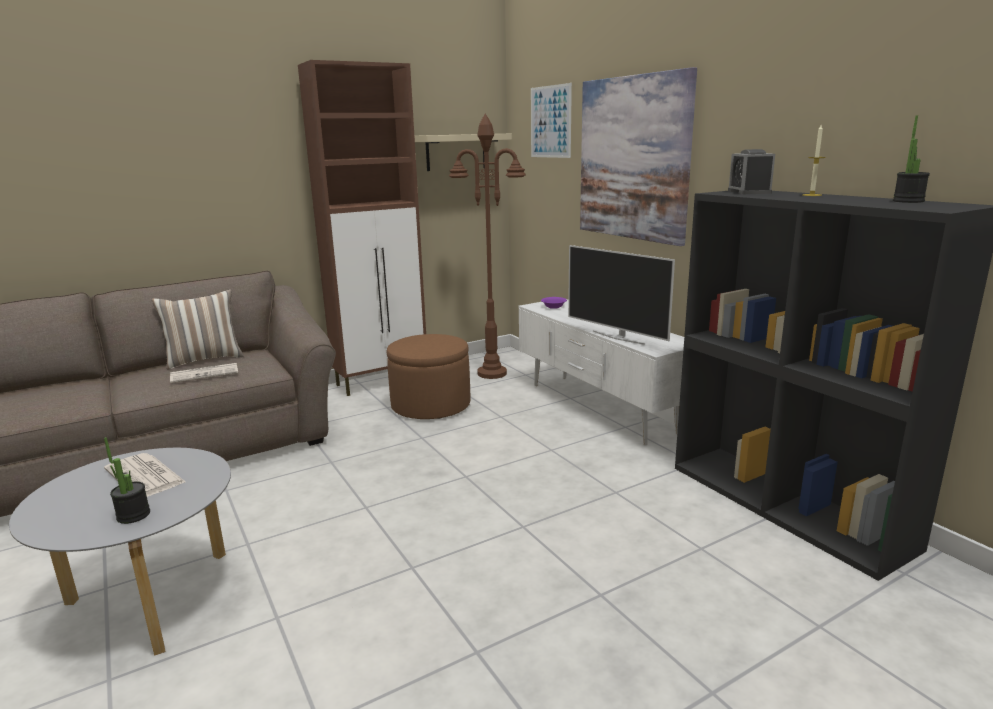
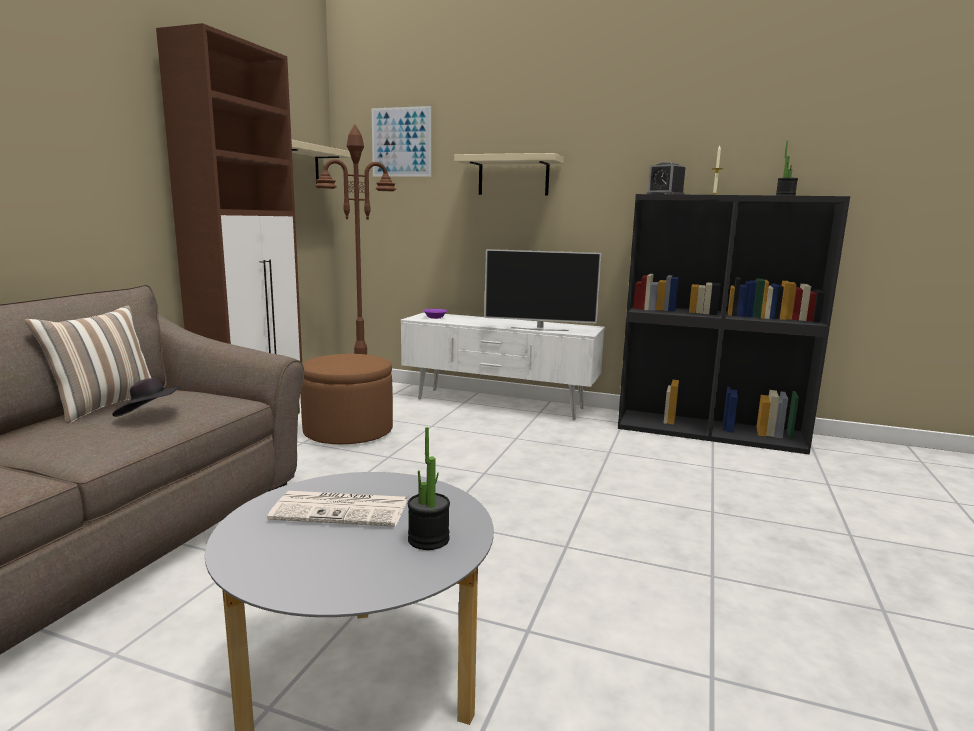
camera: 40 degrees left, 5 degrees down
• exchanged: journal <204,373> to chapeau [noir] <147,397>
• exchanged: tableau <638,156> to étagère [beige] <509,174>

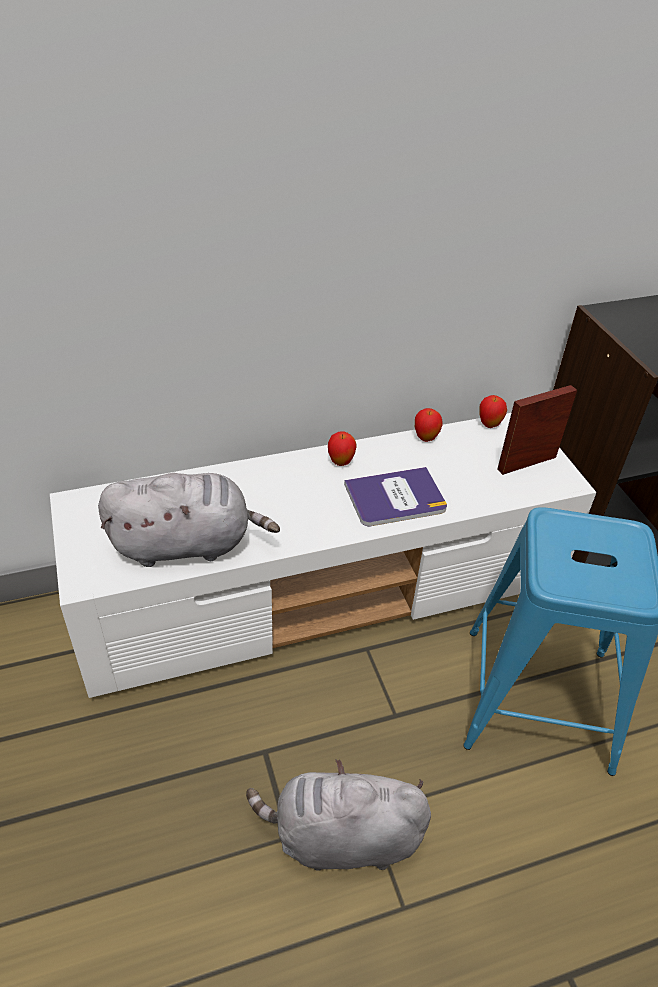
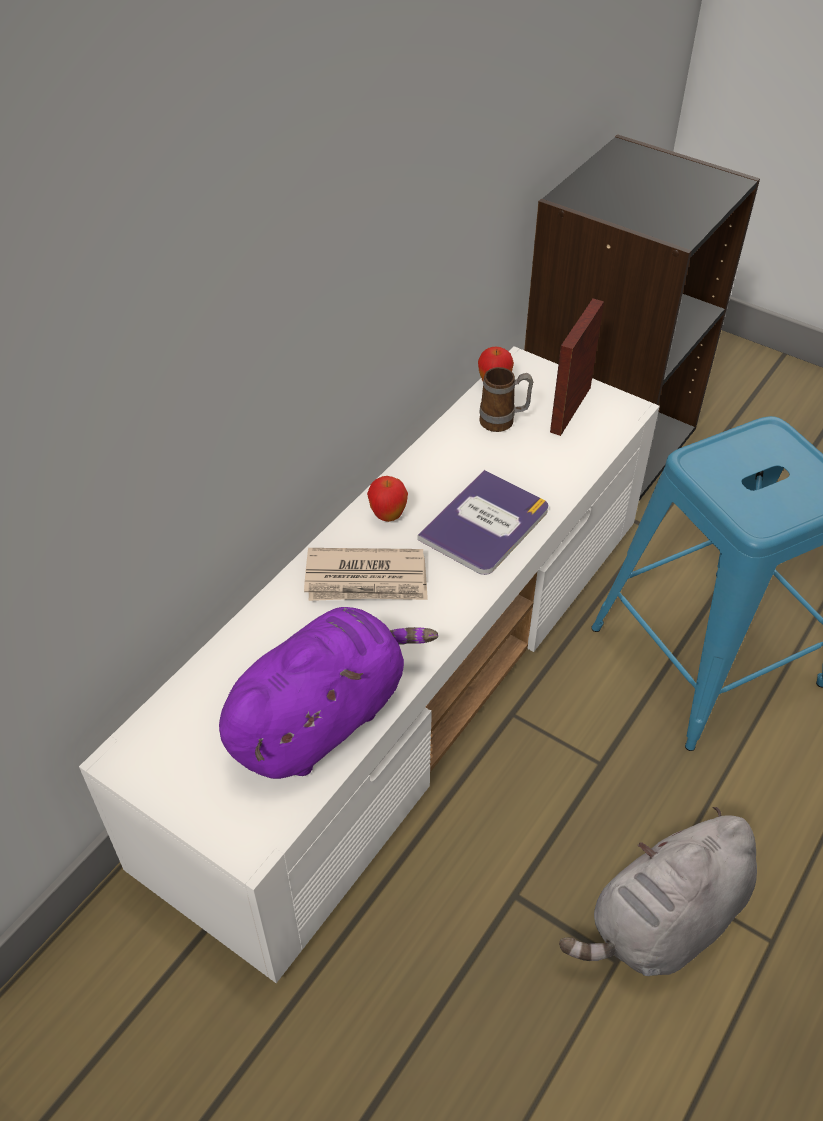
camera: 35 degrees left, 5 degrees up
• colour: peluche [gris] <189,520> to peluche [violet] <328,693>
• appeared: journal <366,574>
• appeared: mug <506,399>
• missing: pomme <429,425>

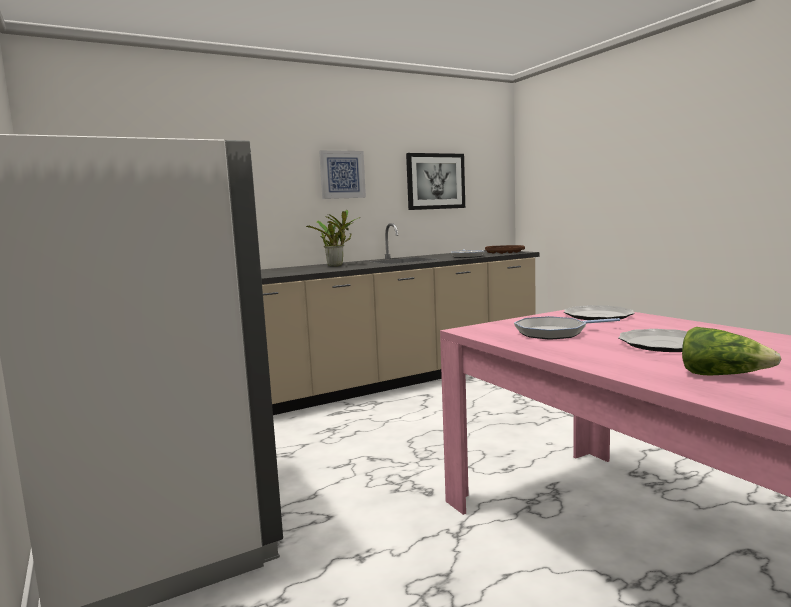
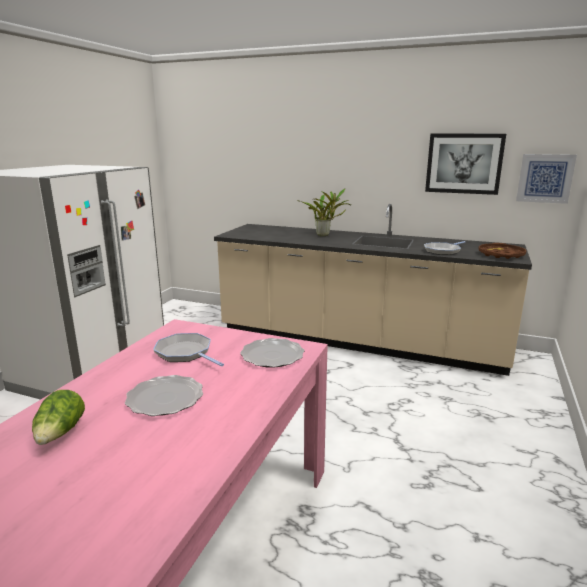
camera: 50 degrees right, 10 degrees up
• relocated: tableau <342,174> to <546,179>

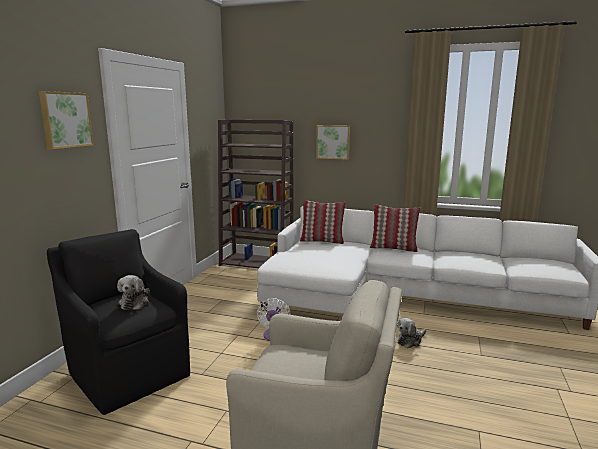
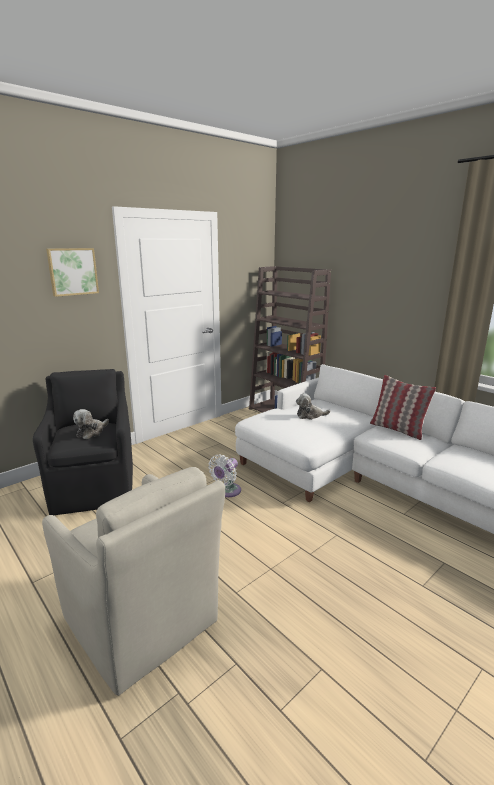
camera: 30 degrees right, 5 degrees up
• relocated: peluche <411,333> to <313,406>
• missing: coussin <323,222>
• missing: tableau <333,142>

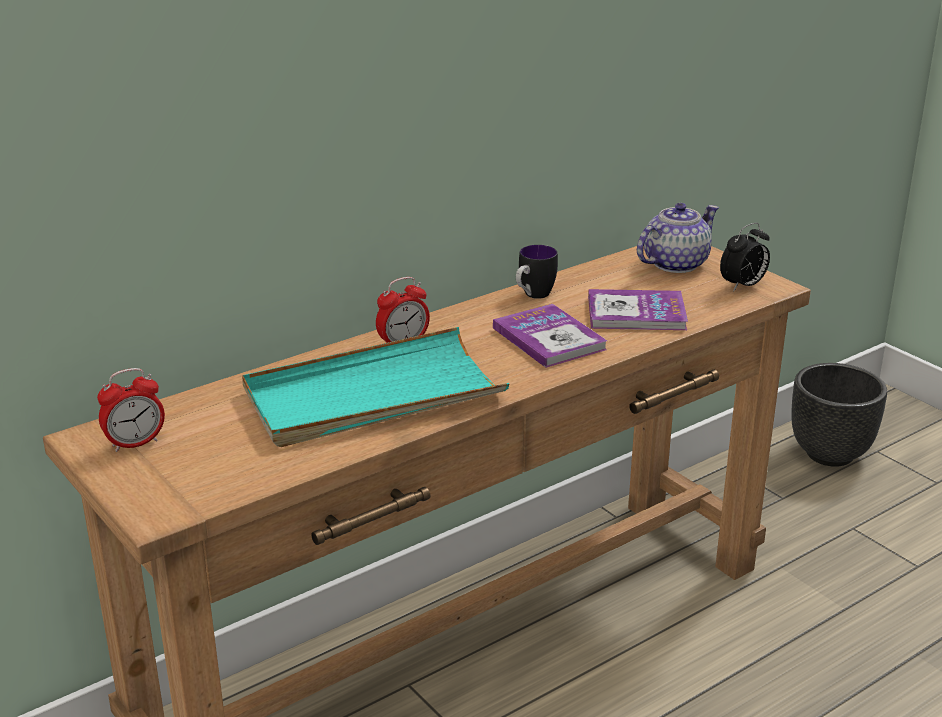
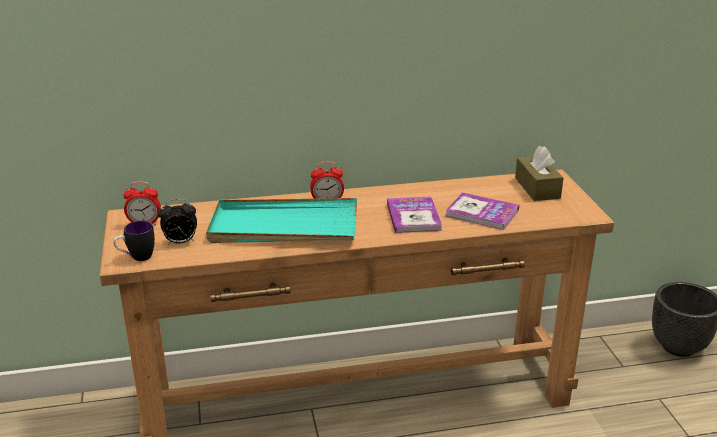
camera: 25 degrees right, 0 degrees up
• relocated: mug <537,272> to <134,241>
• relocated: réveil <745,257> to <177,222>
• exchanged: théière <678,238> to boîte à mouchoirs [marron] <539,173>

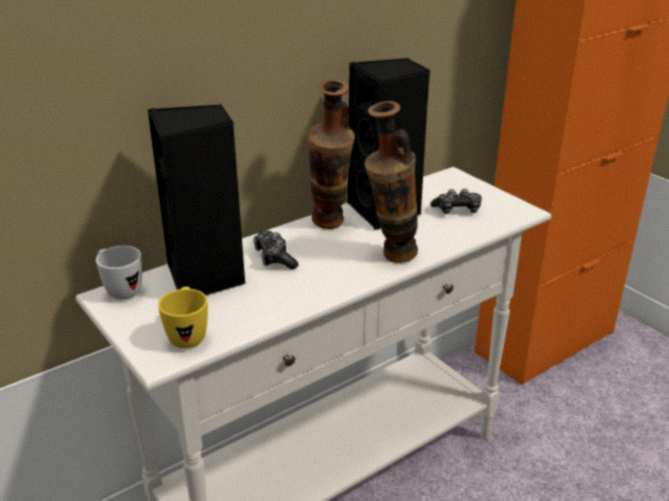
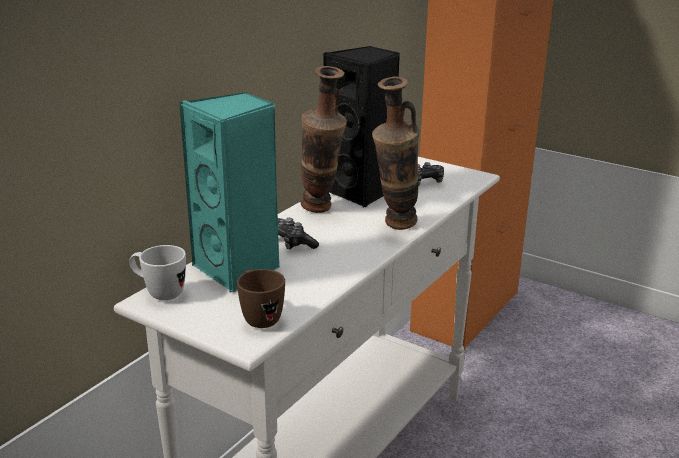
camera: 20 degrees left, 5 degrees down
• colour: enceinte [noir] <196,200> to enceinte [turquoise] <229,192>
• colour: mug [jaune] <183,318> to mug [marron] <261,298>

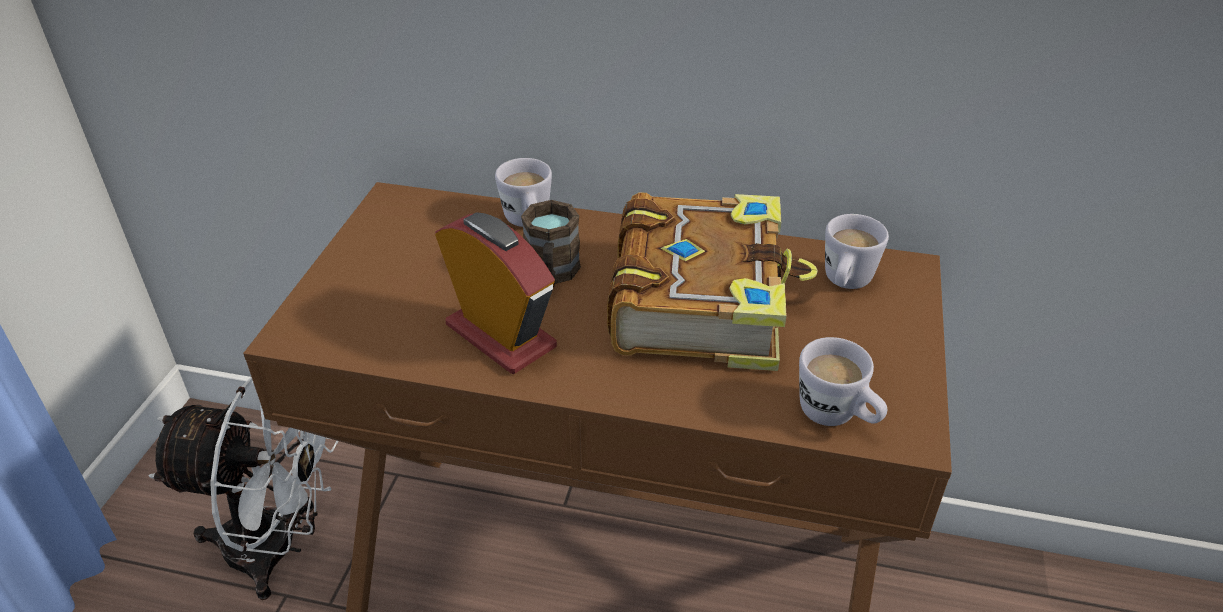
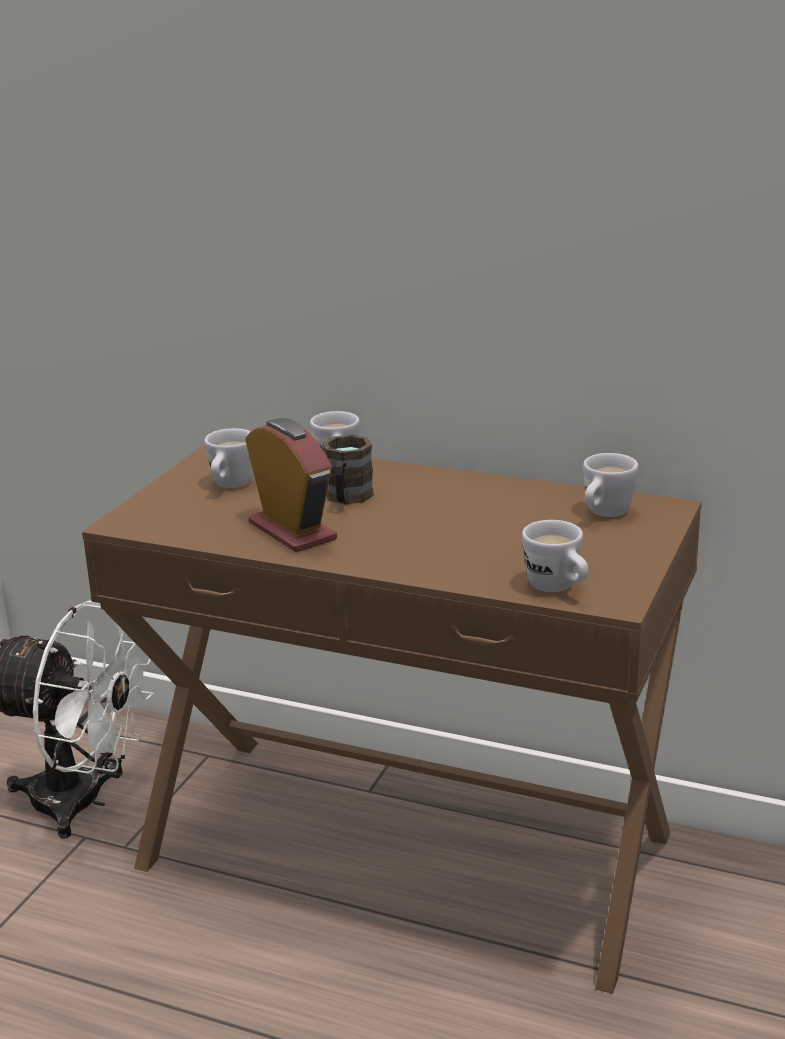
camera: 10 degrees right, 15 degrees down
• appeared: mug [blanc] <228,458>
• missing: livre <712,281>

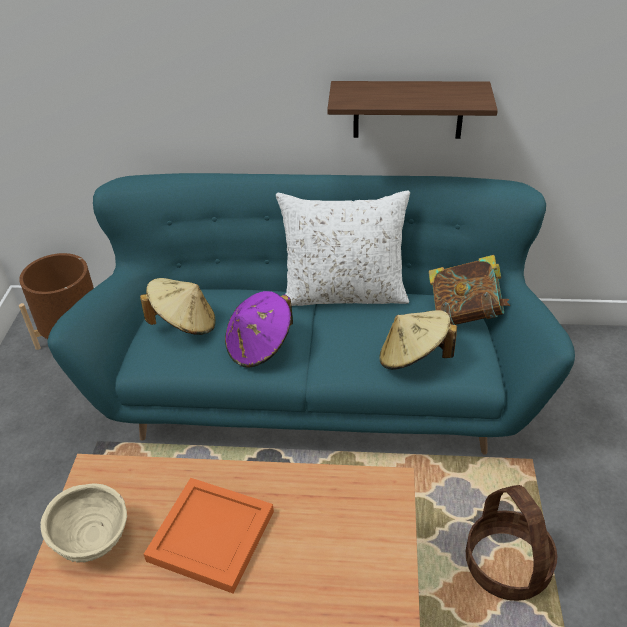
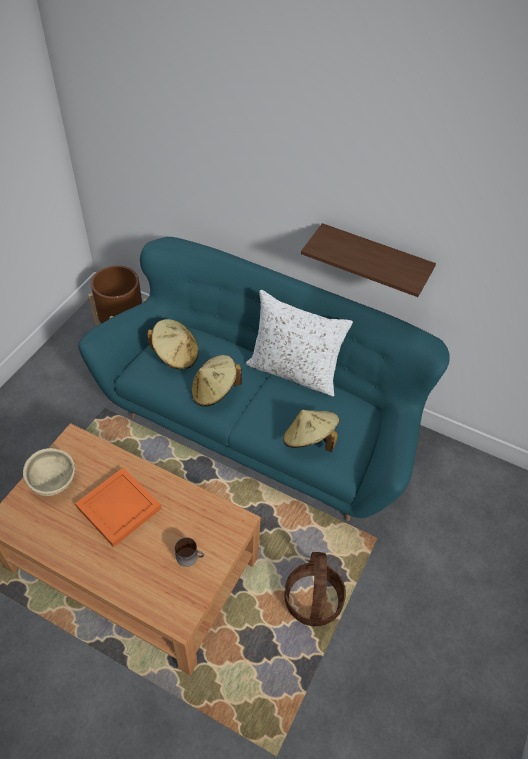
camera: 20 degrees right, 10 degrees up
• appeared: mug <189,552>
• colour: chapeau [violet] <259,329> to chapeau [beige] <216,381>
• missing: livre <470,290>

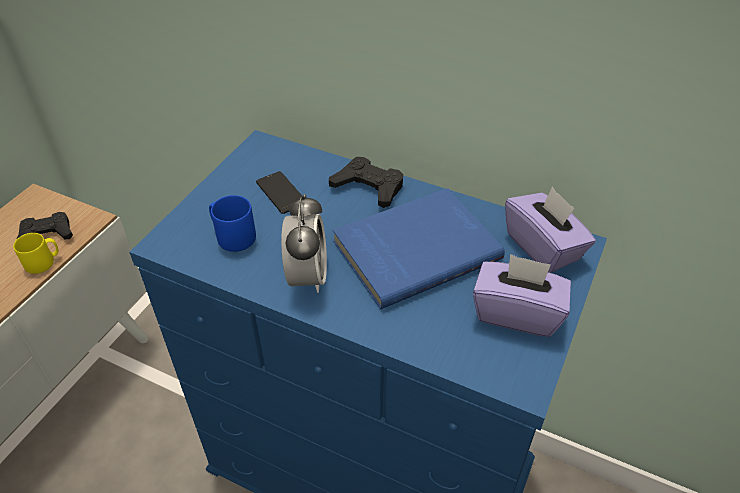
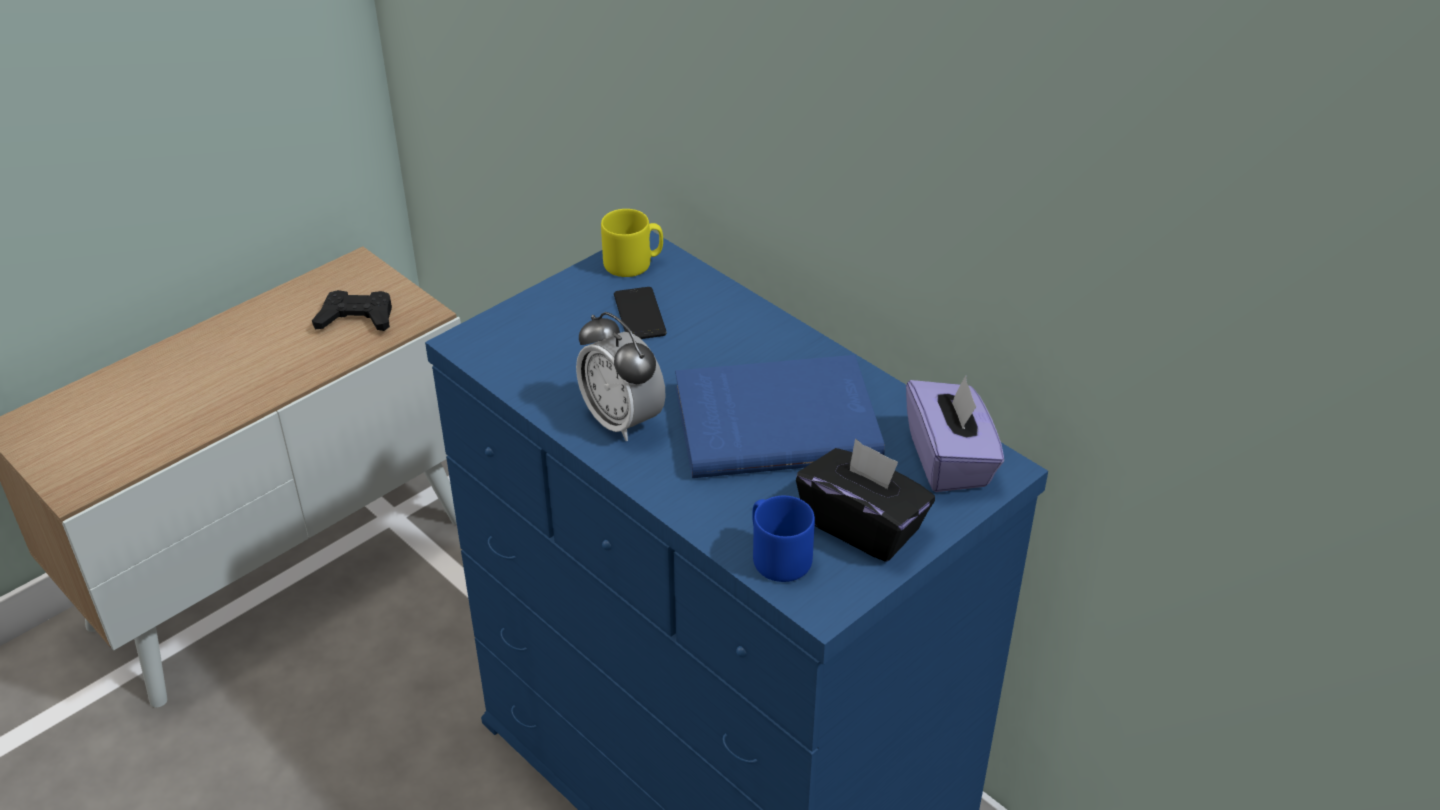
camera: 20 degrees right, 5 degrees down
• spun: réveil <304,243> = <621,376> 120 degrees clockwise
• relocated: mug [jaune] <36,253> to <632,243>
• relocated: mug [bleu] <232,223> to <783,539>
• colour: boîte à mouchoirs [violet] <522,295> to boîte à mouchoirs [noir] <865,500>
• missing: manette [noir] <366,182>

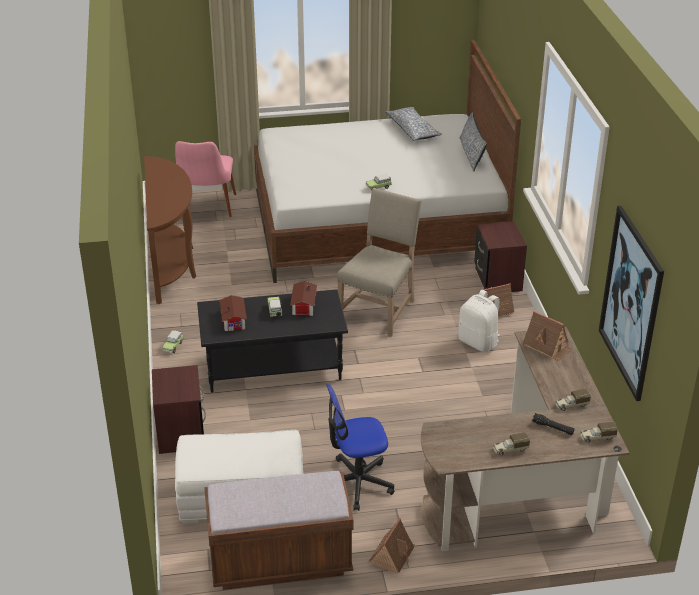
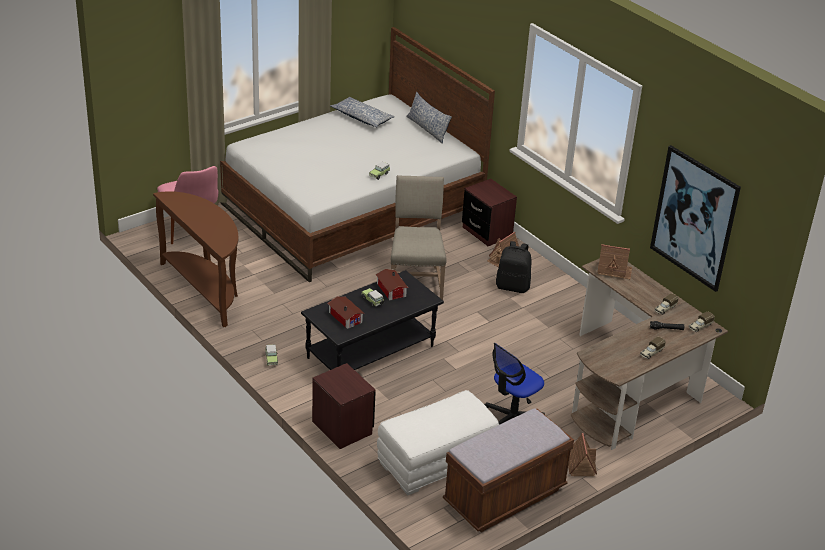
camera: 30 degrees left, 0 degrees up
• colour: sac à dos [blanc] <479,321> to sac à dos [noir] <513,267>

